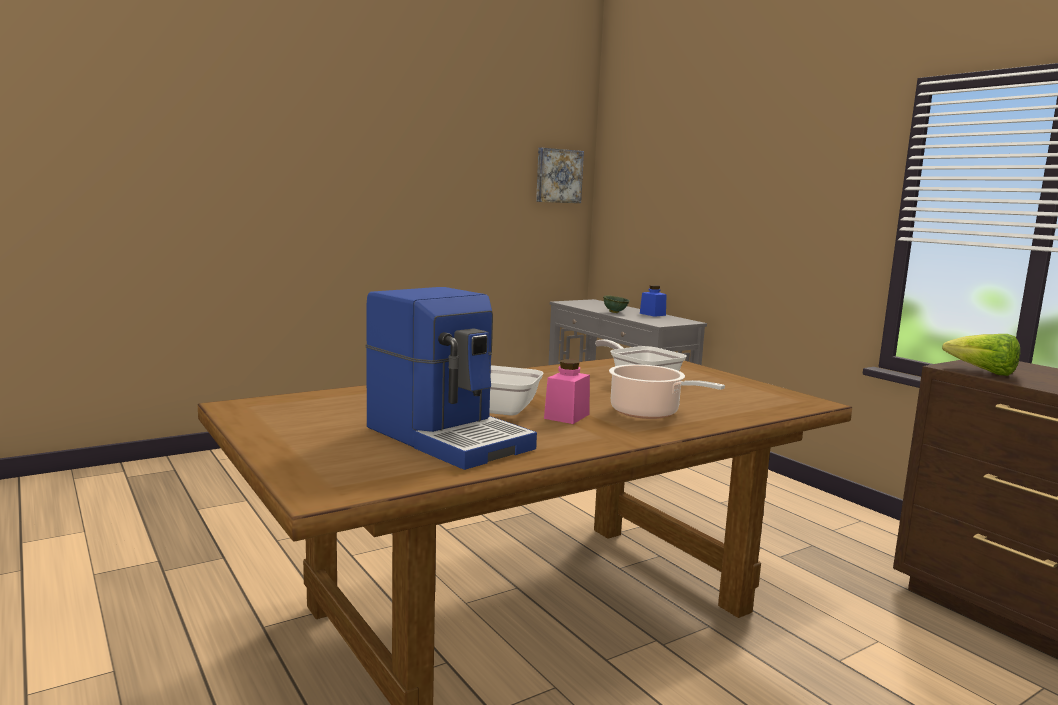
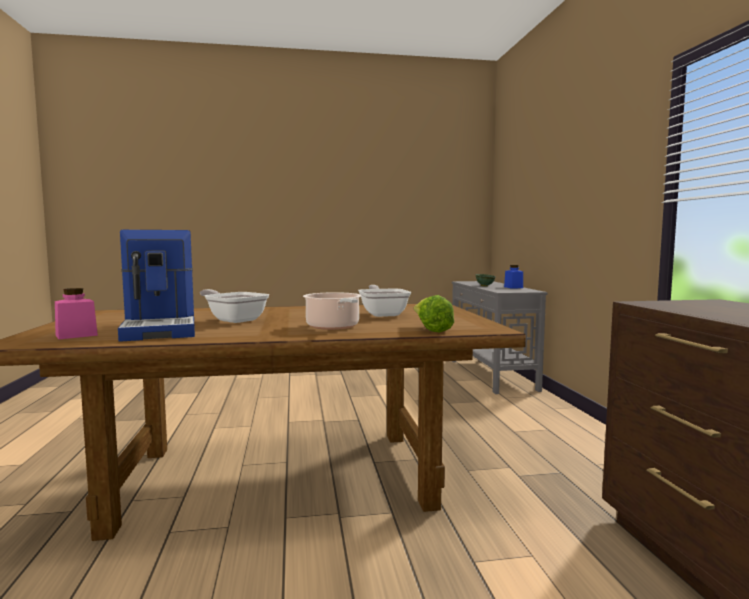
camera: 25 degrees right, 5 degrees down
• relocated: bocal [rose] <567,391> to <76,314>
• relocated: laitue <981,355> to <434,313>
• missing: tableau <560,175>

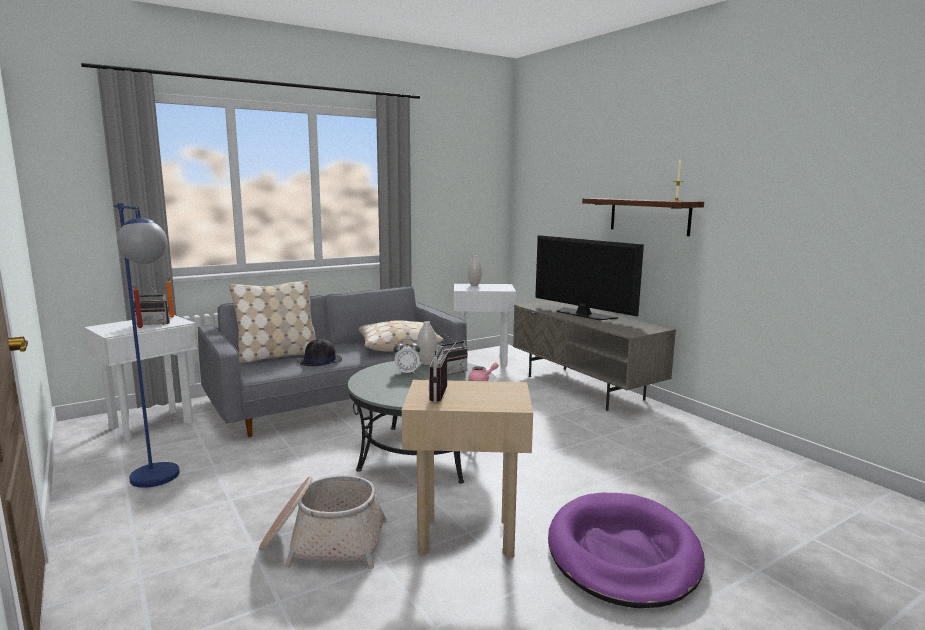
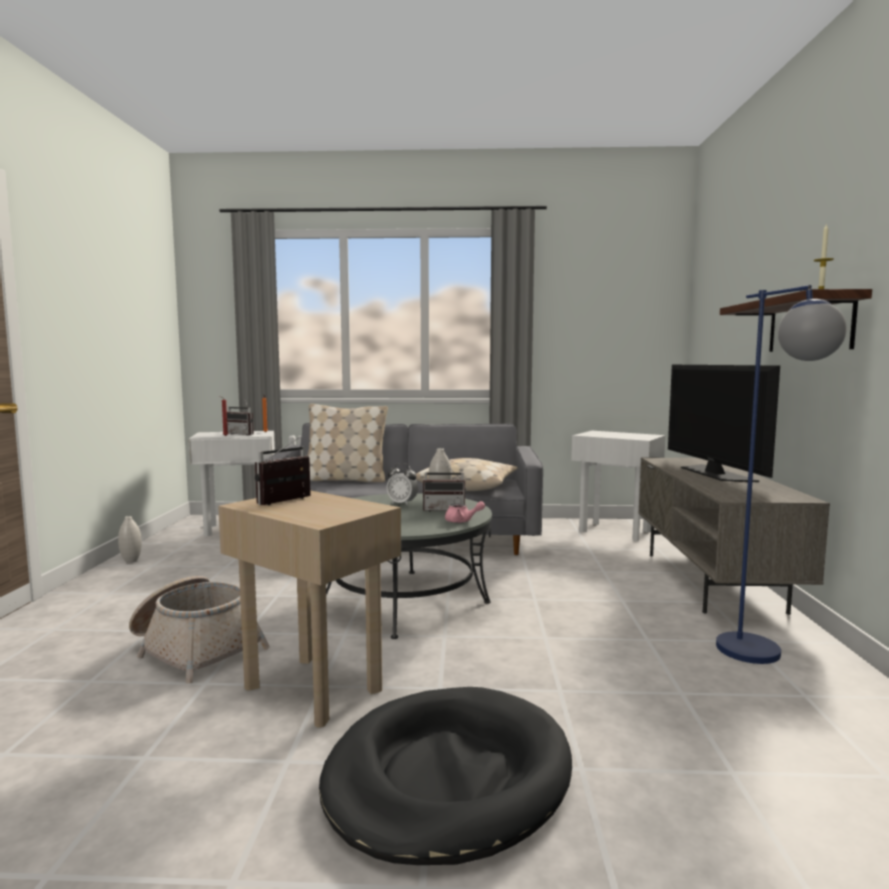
camera: 35 degrees right, 5 degrees down
• relocated: vase [blanc] <475,270> to <130,539>
• colour: panier pour chien [violet] <626,550> to panier pour chien [noir] <445,776>
• relocated: lampadaire [bleu] <147,345> to <781,474>
• missing: chapeau [noir] <319,352>

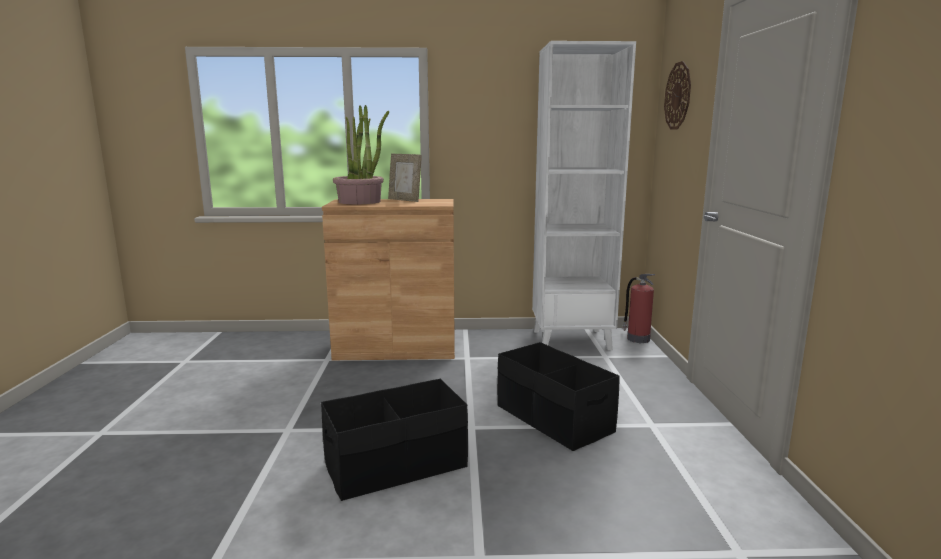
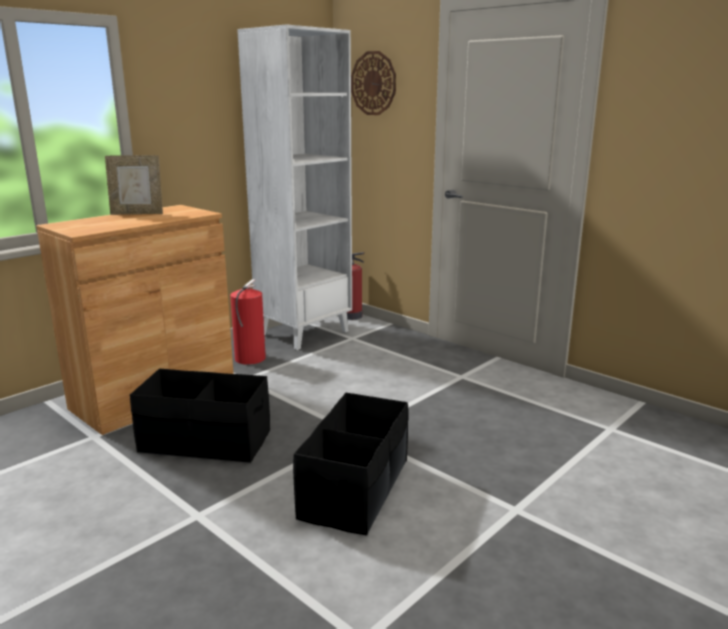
camera: 45 degrees left, 5 degrees up
• relocated: boîte de rangement [noir] <558,396> to <199,416>
• appeared: extincteur <248,321>
• missing: plante en pot <361,154>

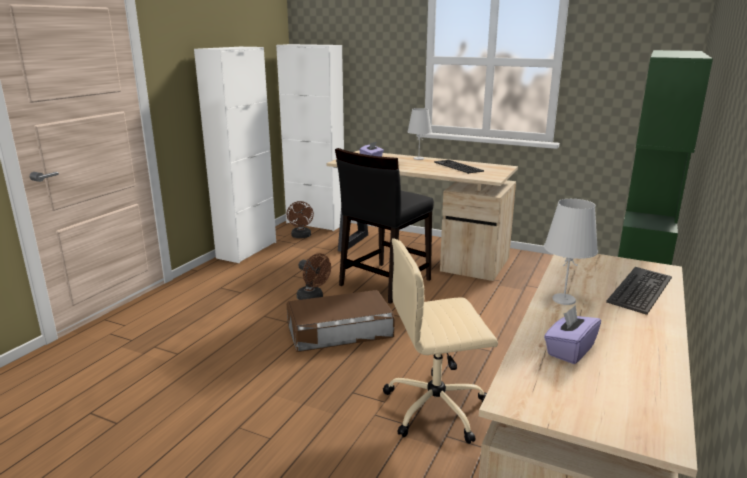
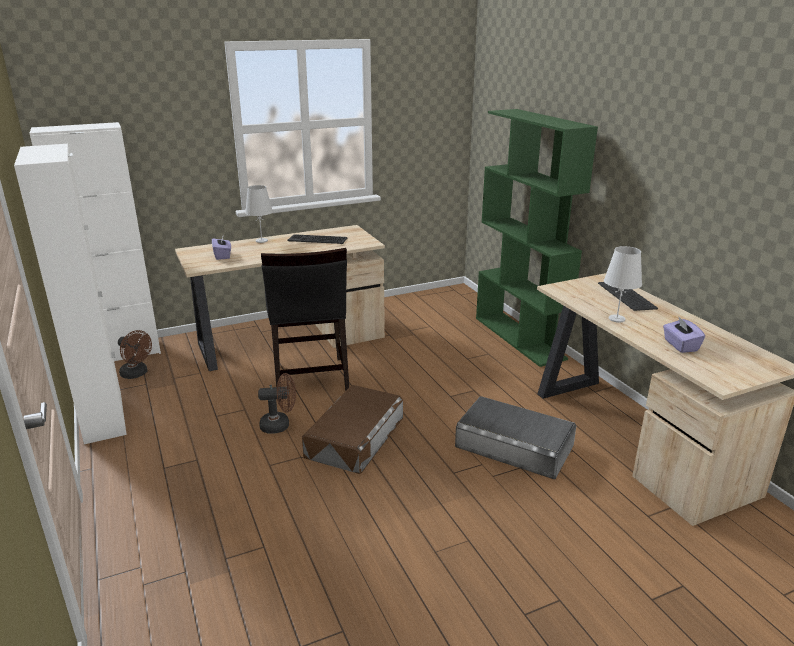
camera: 50 degrees left, 5 degrees up
• exchanged: chaise de bureau [beige] <440,341> to boîte de rangement [gris] <515,437>

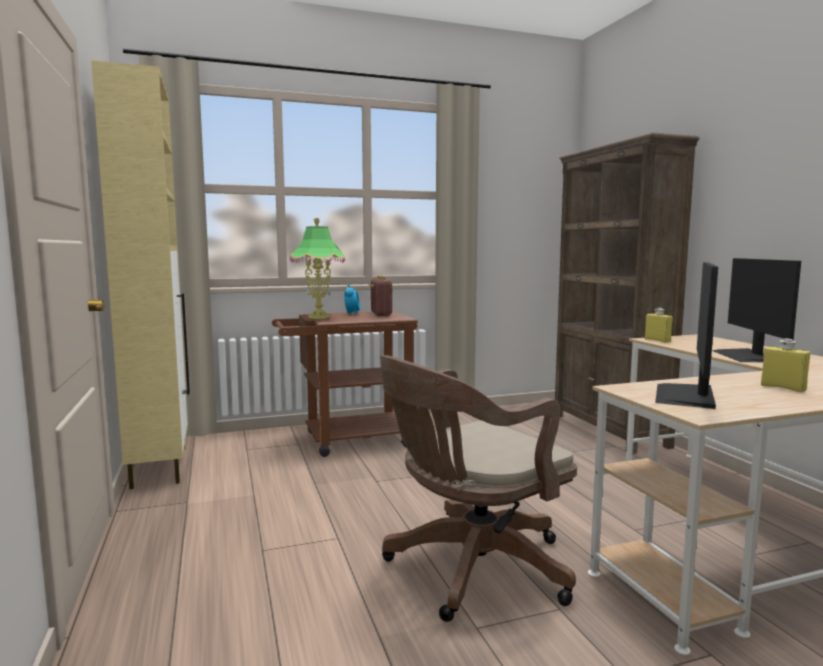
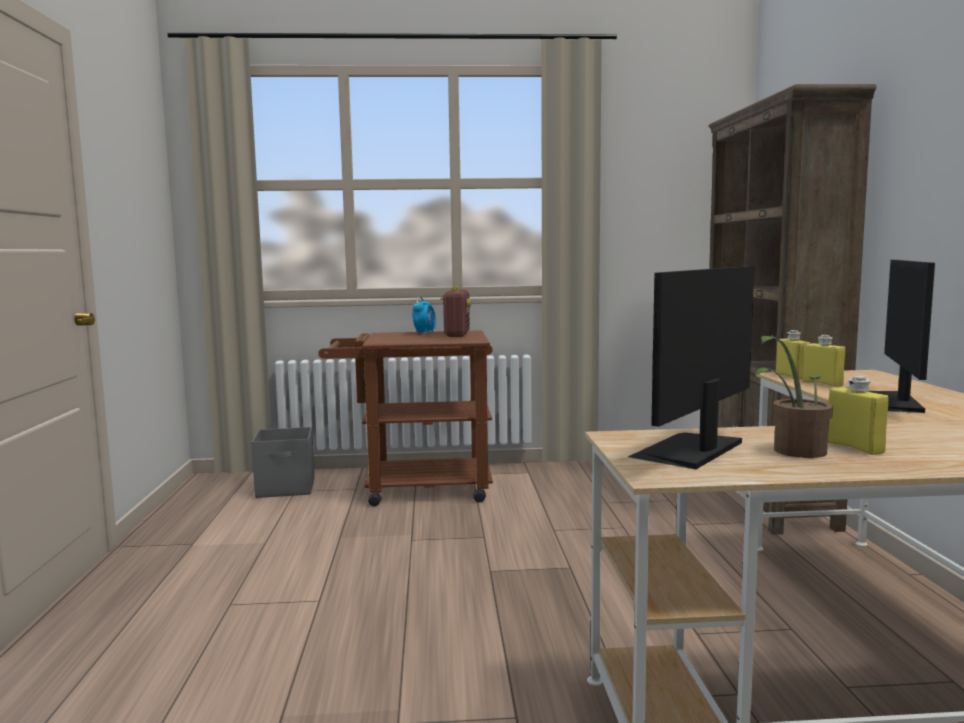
camera: 15 degrees right, 0 degrees up
• appeared: boîte de rangement [gris] <283,462>
• appeared: plante en pot <793,397>
• appeared: bouteille [jaune] <824,361>
• missing: meuble de rangement [beige] <140,274>
• missing: lampe de table <317,268>
• missing: chaise de bureau [marron] <478,488>

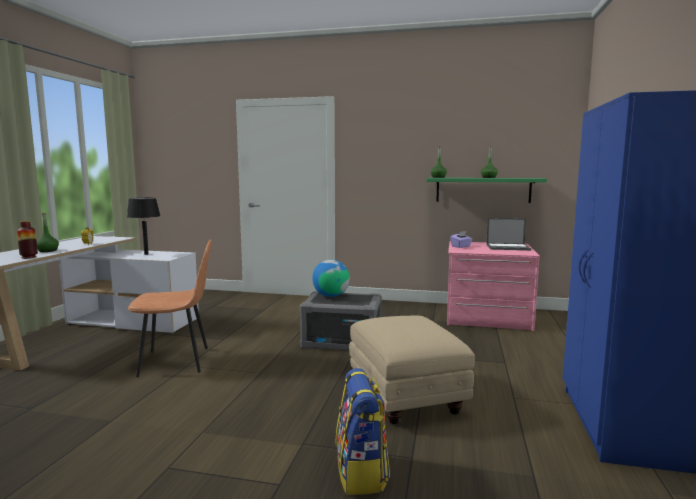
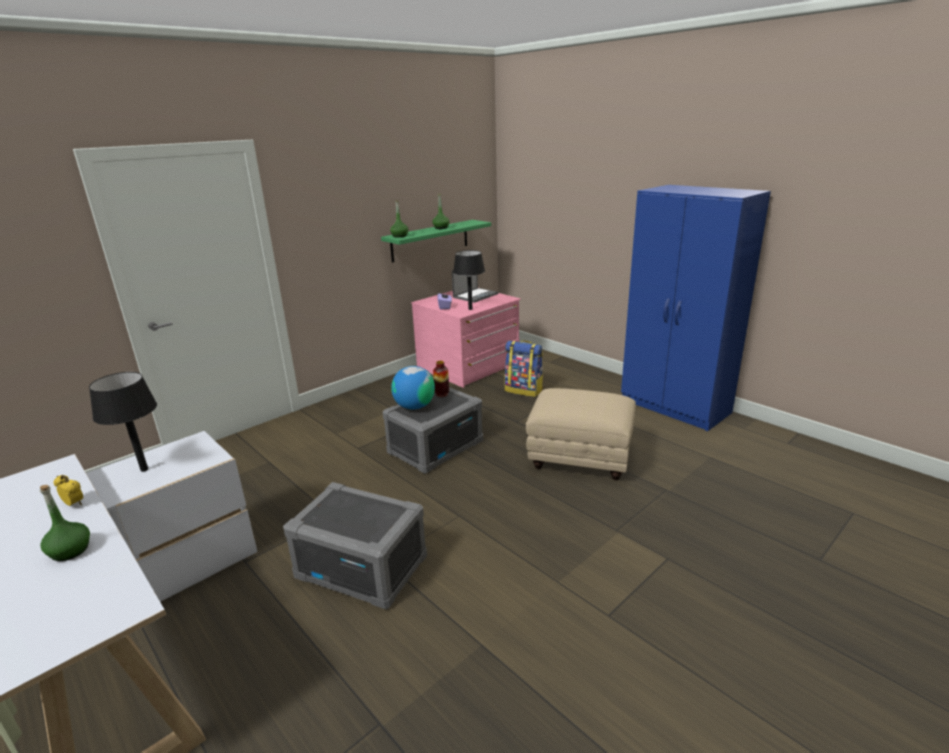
camera: 55 degrees left, 15 degrees up
• exchanged: chaise [marron] <170,308> to boîte de rangement [gris] <355,545>
• relocated: vase <27,240> to <441,379>
• appeared: lampe de table [noir] <469,280>
• relocated: sac à dos <363,431> to <523,369>

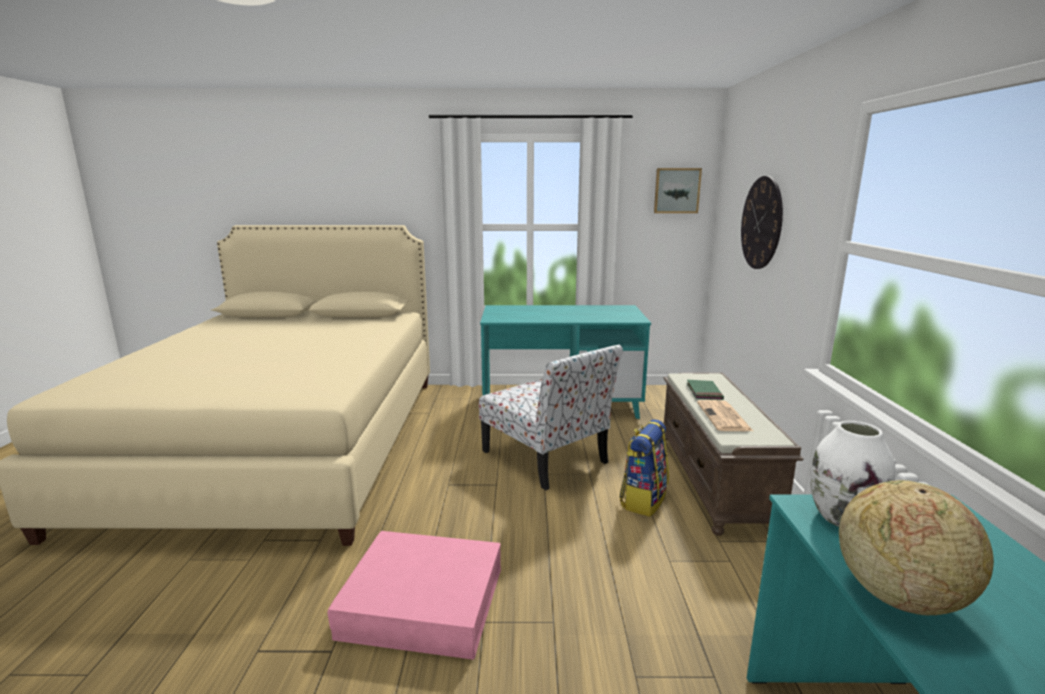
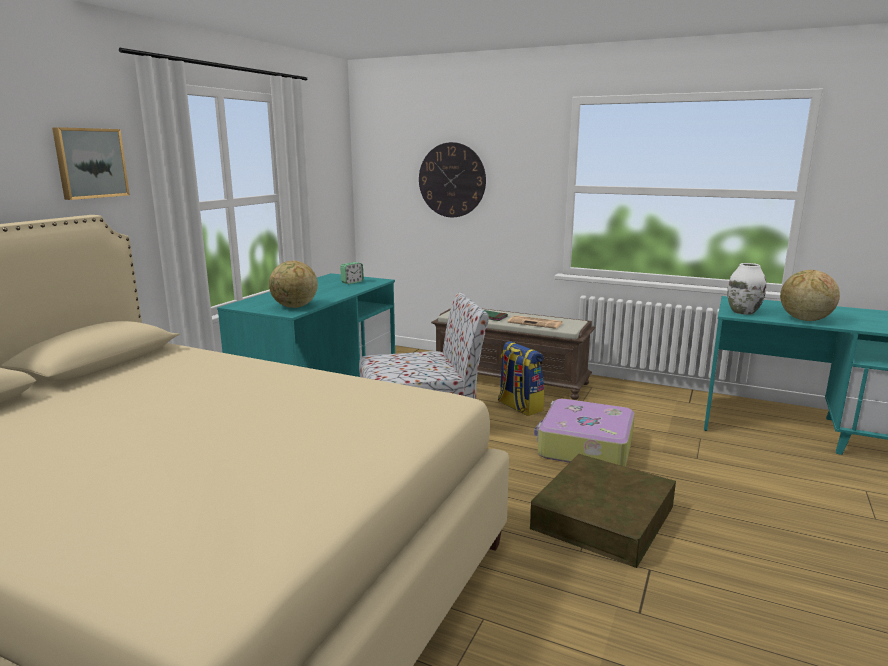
camera: 65 degrees left, 0 degrees up
• relocated: tableau <678,190> to <91,163>
• appeared: globe <293,284>
• appeared: réveil <352,273>
• colour: boîte de rangement [rose] <414,595> to boîte de rangement [marron] <603,511>
• appeared: valise <584,433>

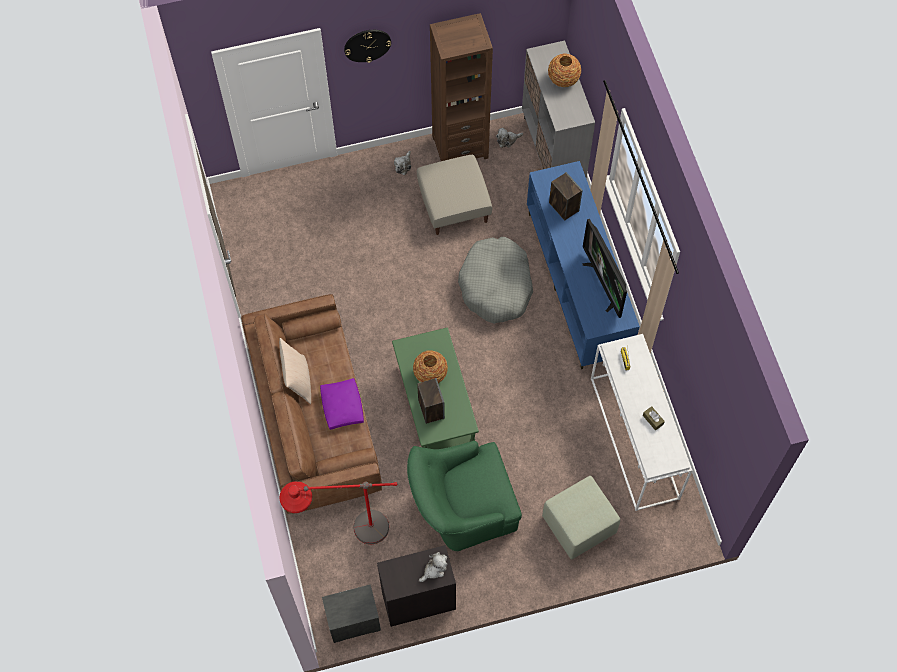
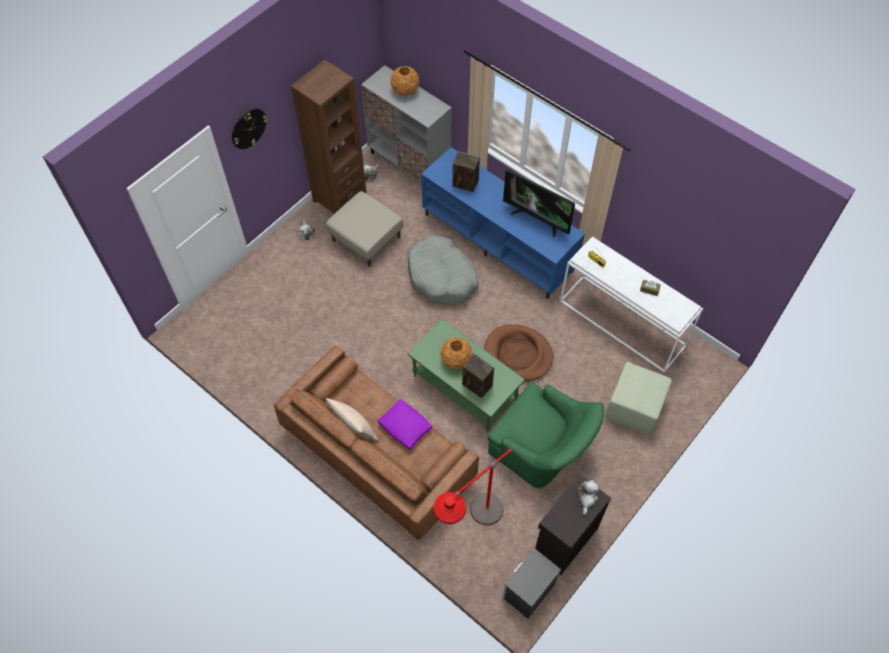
camera: 35 degrees left, 5 degrees down
• appeared: panier pour chien [marron] <518,353>
• spun: fauteuil [vert] <464,496> = <546,435> 90 degrees counterclockwise

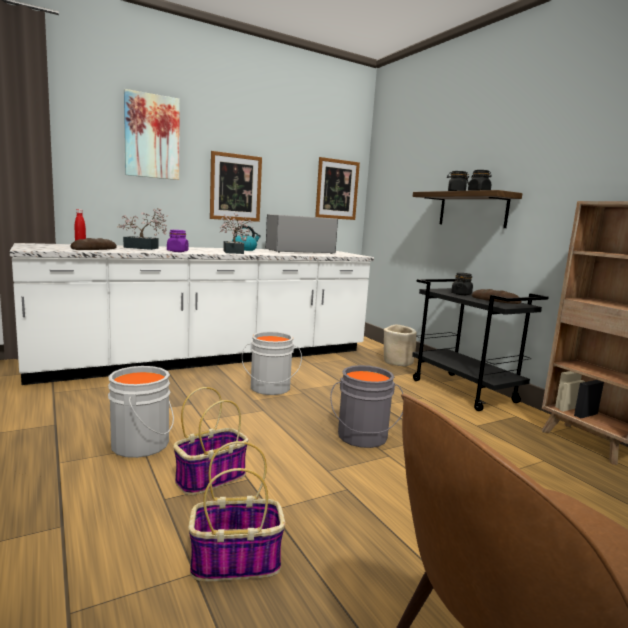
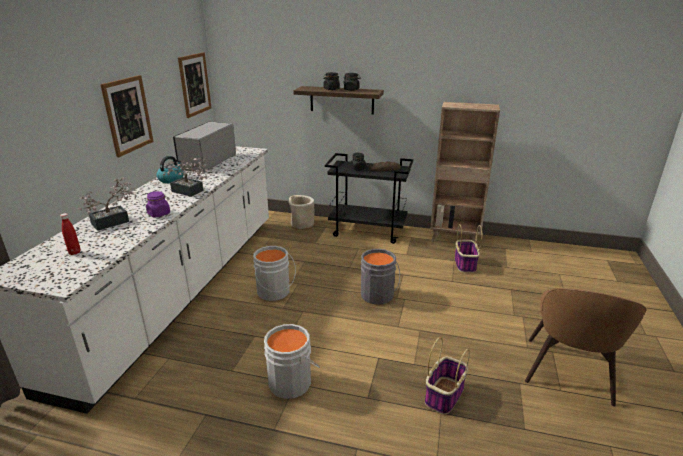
camera: 45 degrees left, 15 degrees up
• relocated: panier <211,441> to <468,248>
• missing: pain <93,244>
• missing: tableau <152,134>

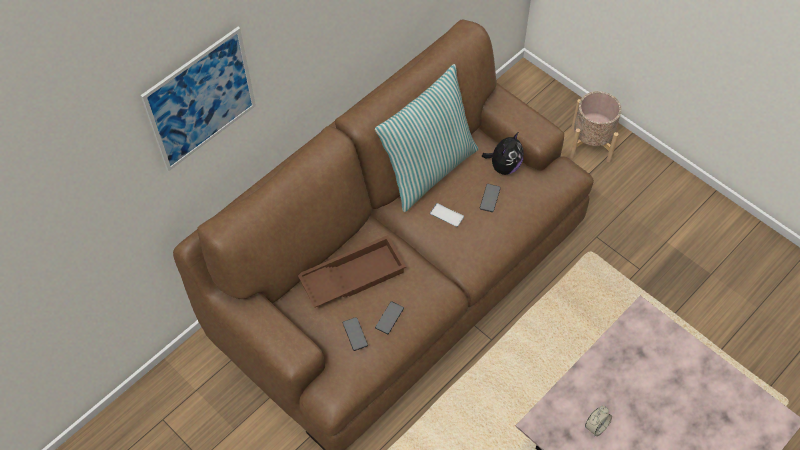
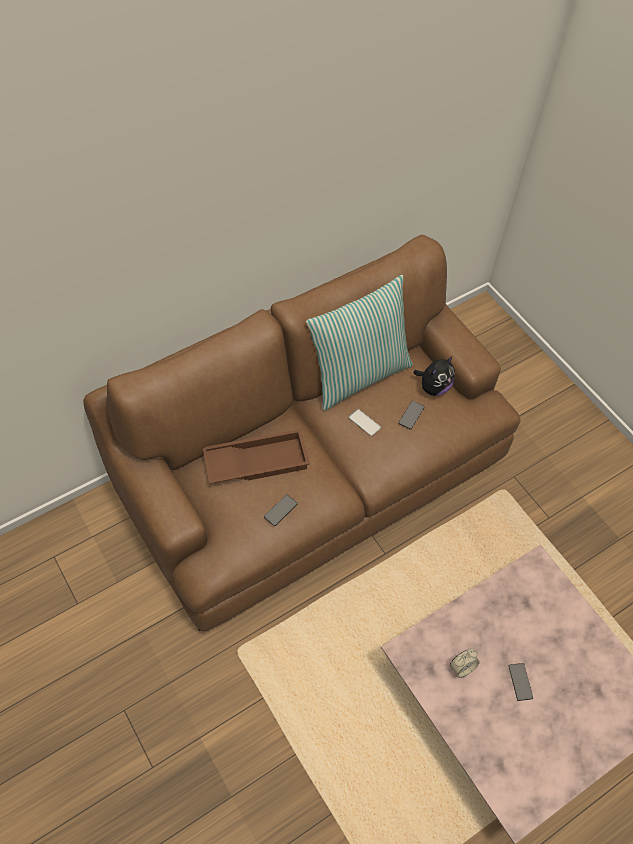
camera: 10 degrees right, 0 degrees up
• relocated: téléphone <355,334> to <521,682>
• missing: tableau <198,99>
• missing: cache-pot [beige] <595,126>

